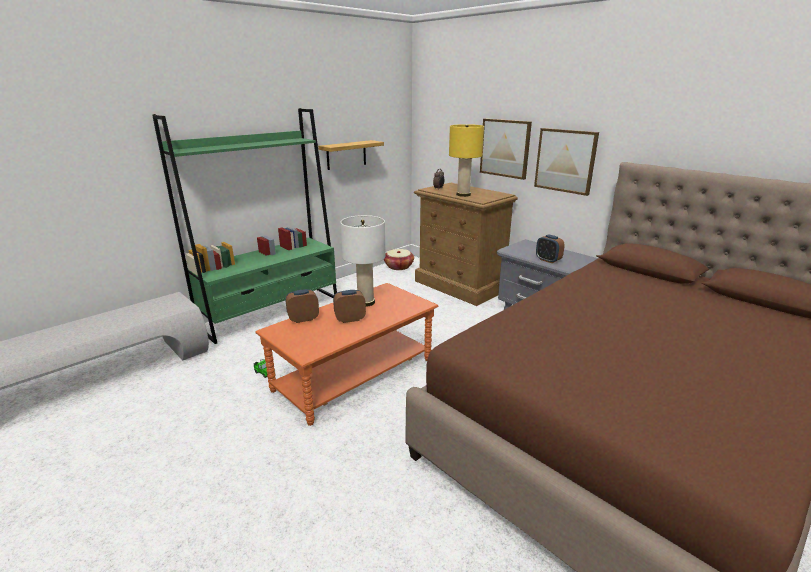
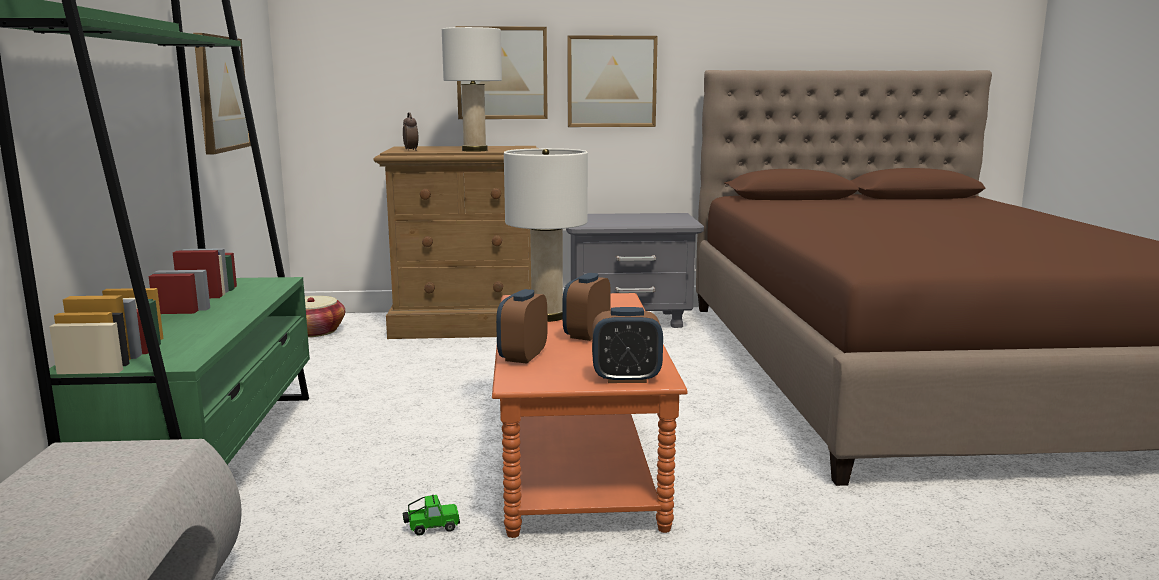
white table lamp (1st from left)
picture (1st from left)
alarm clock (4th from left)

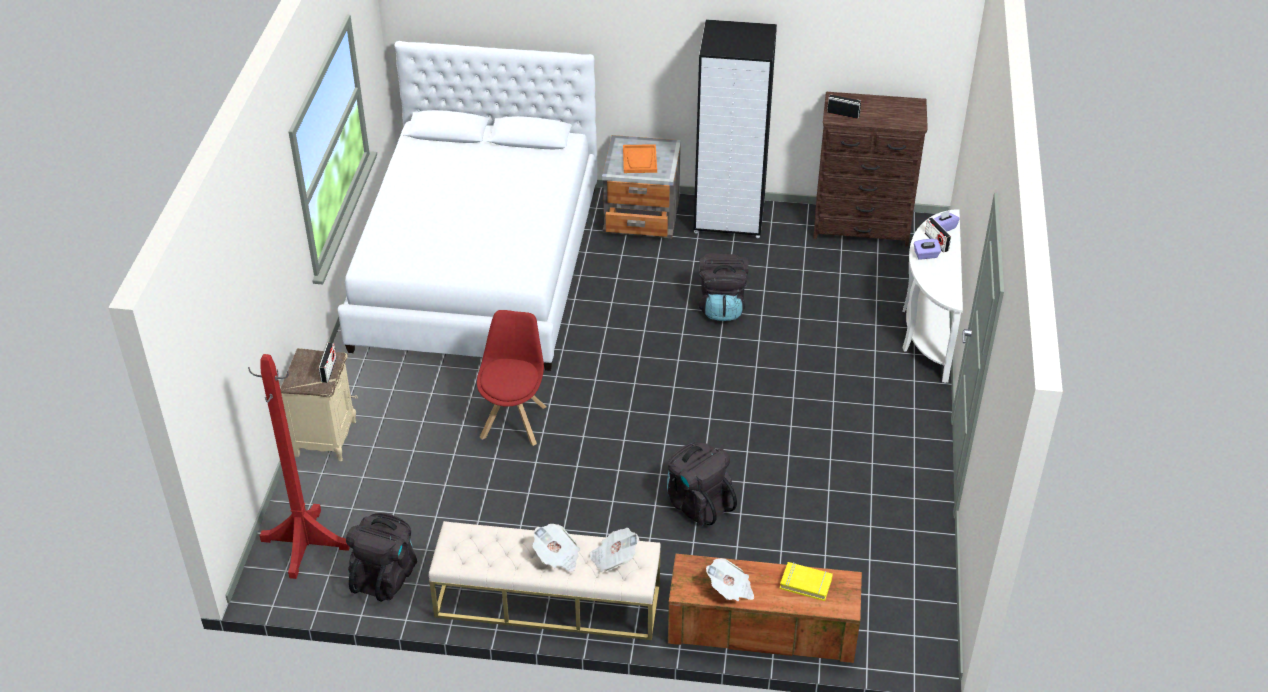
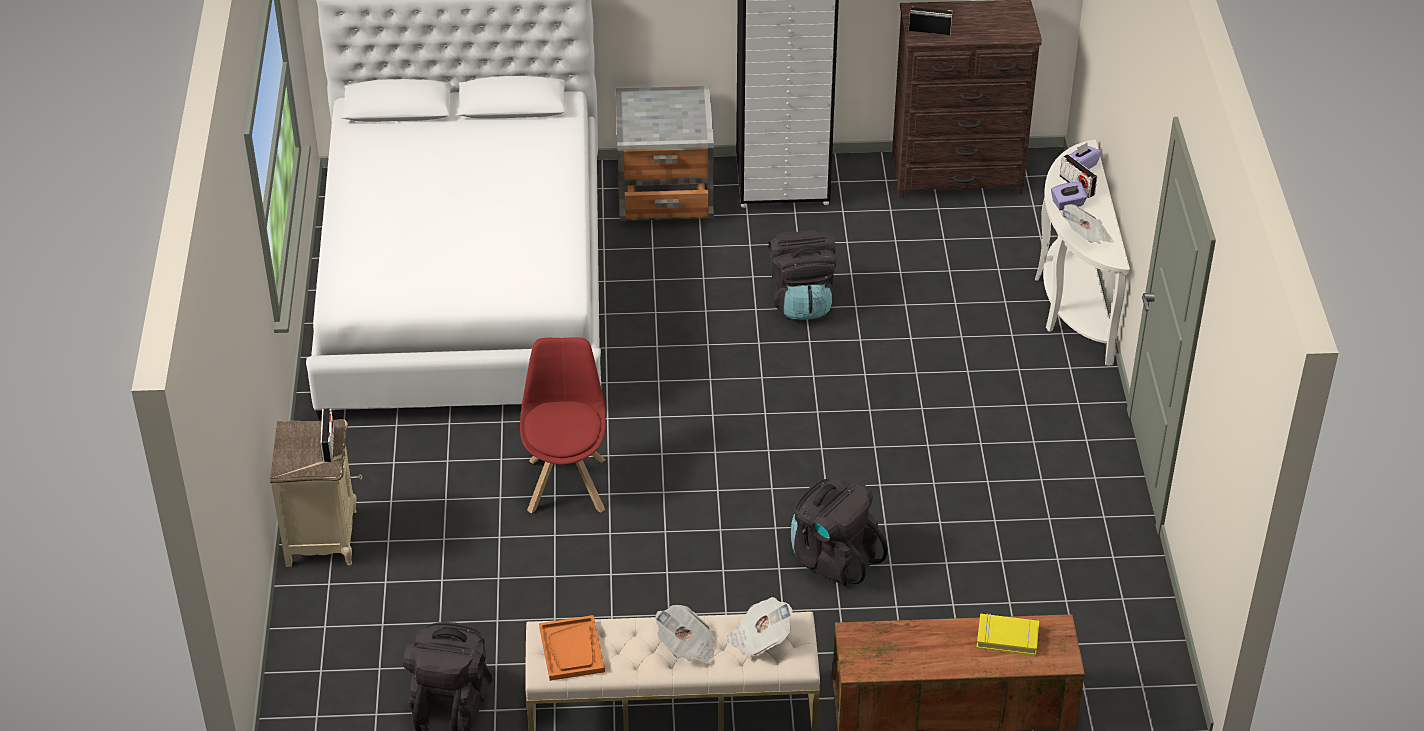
orange tray
red clothes rack
newspaper (3rd from left)

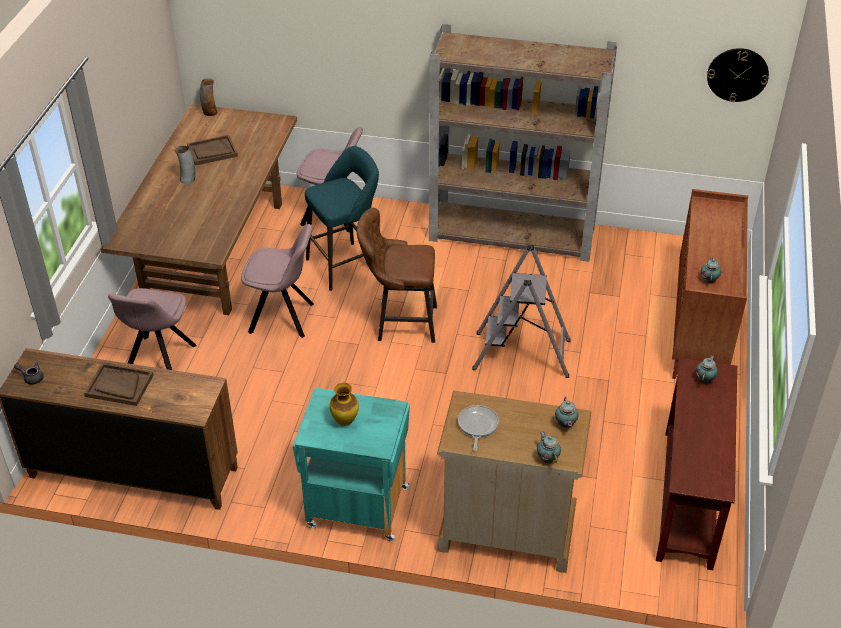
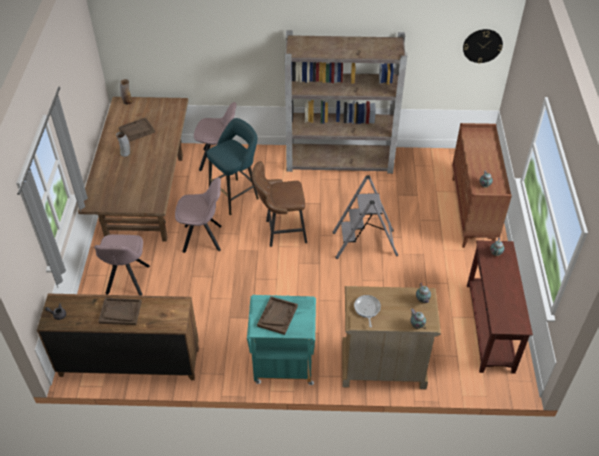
brown tray (3rd from left)

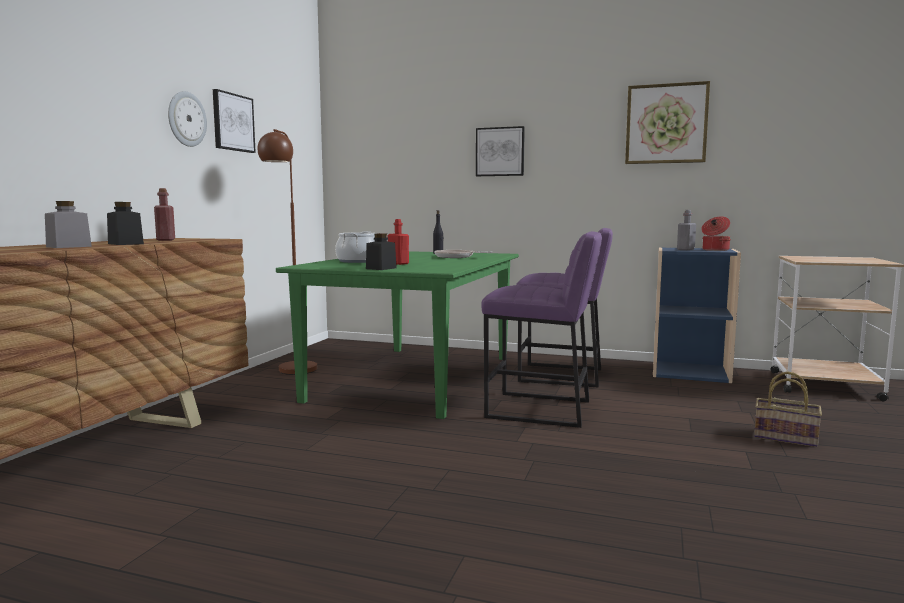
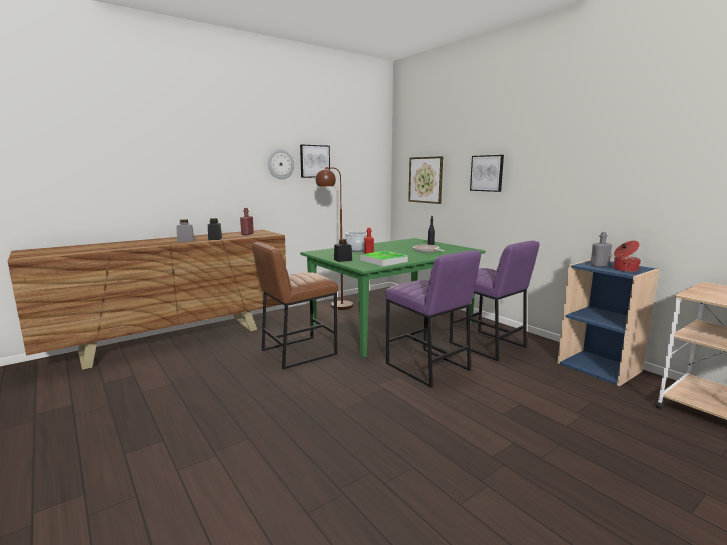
picture (2nd from left)
basket
brown chair
tray

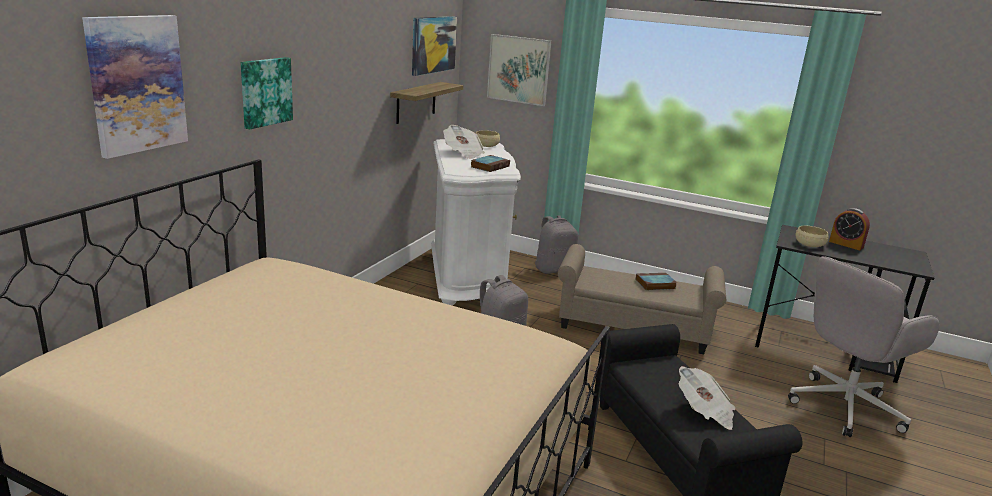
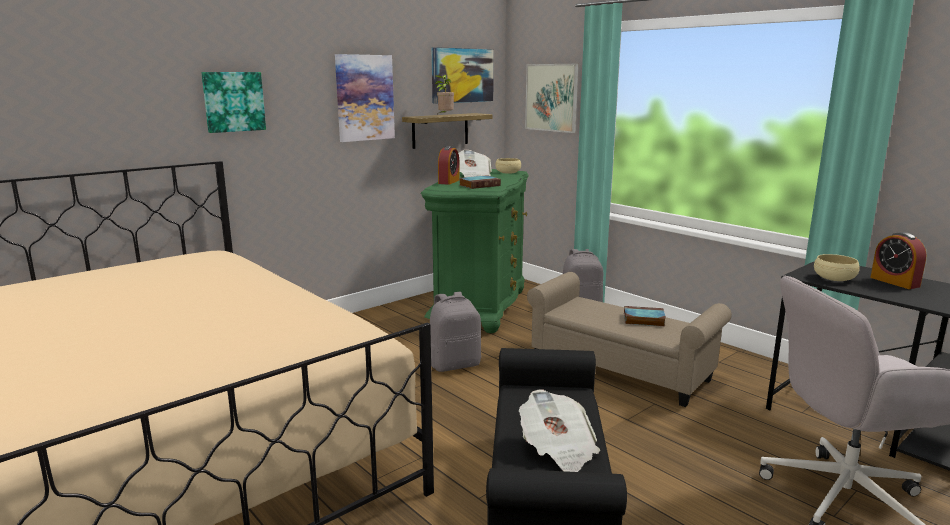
picture (2nd from left)
green dresser
potted plant
alarm clock (1st from left)

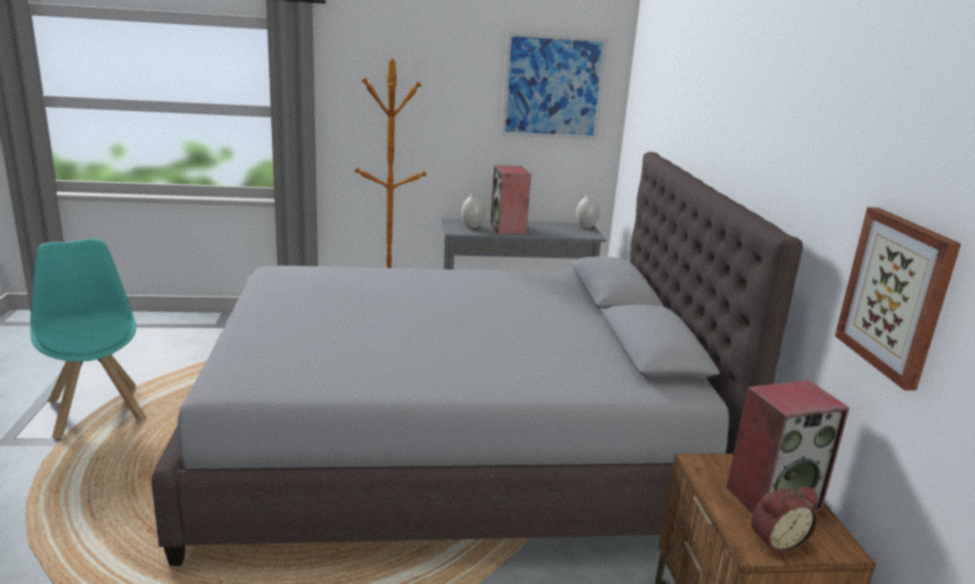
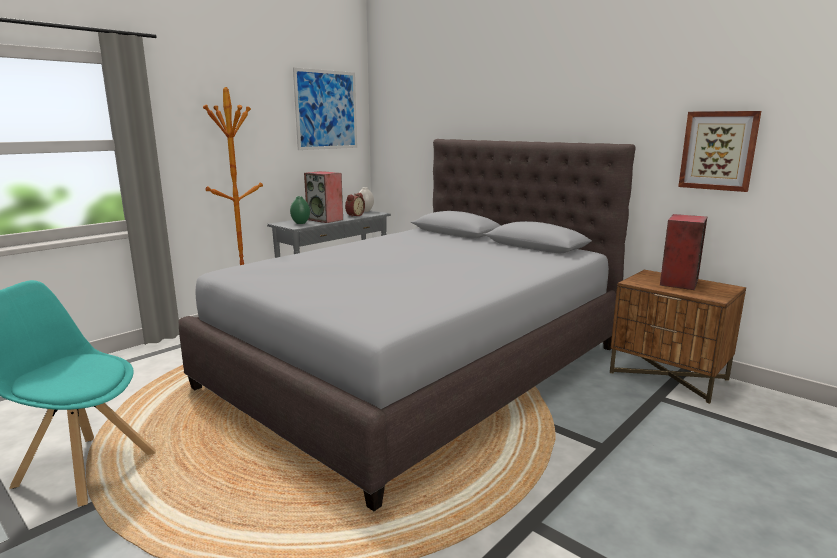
green vase
alarm clock

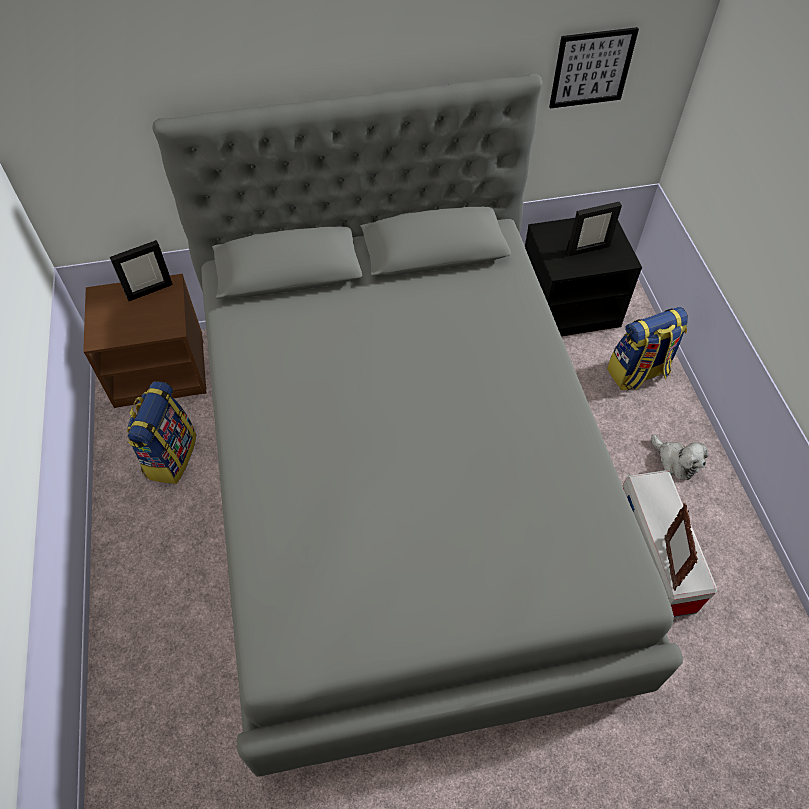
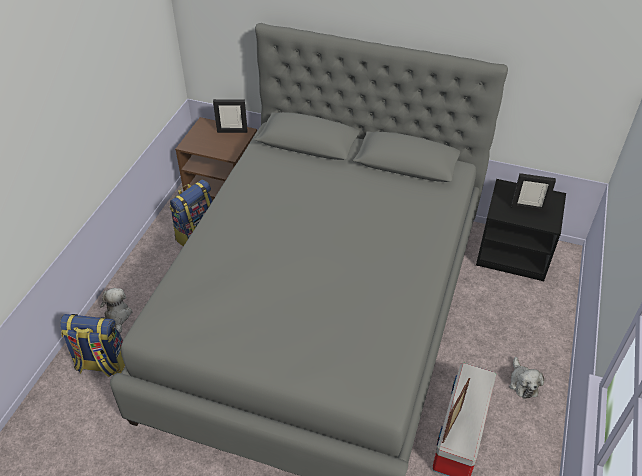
picture
backpack (1st from left)
plush toy (1st from left)

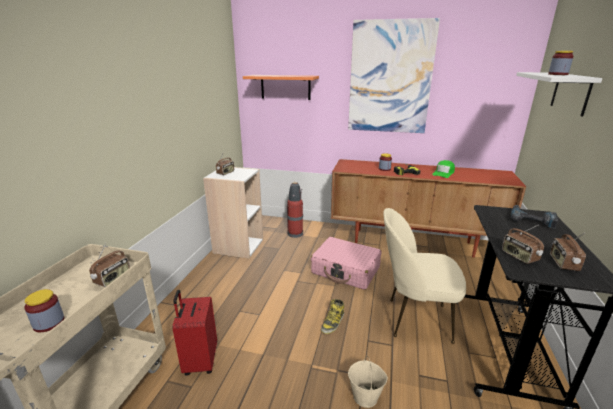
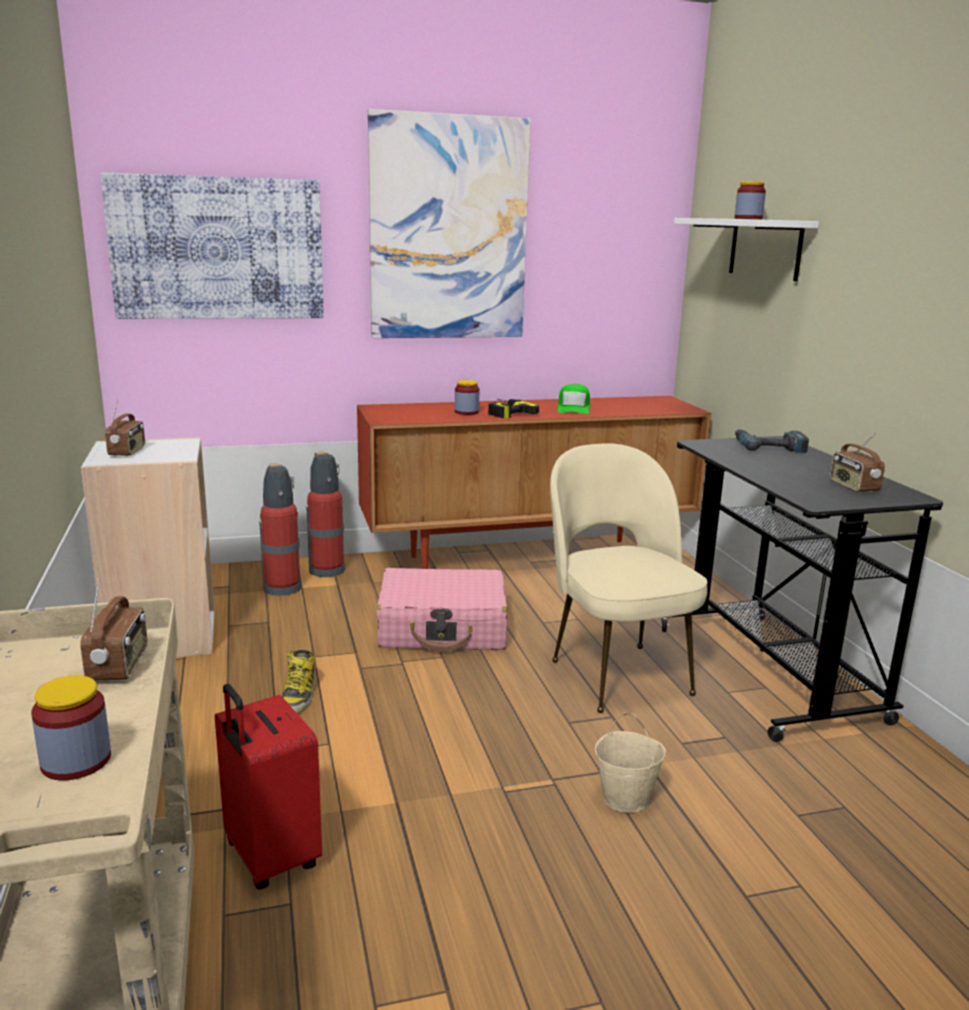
picture (1st from left)
beige chair
radio (3rd from left in the first image)
boot
fire extinguisher (2nd from left)

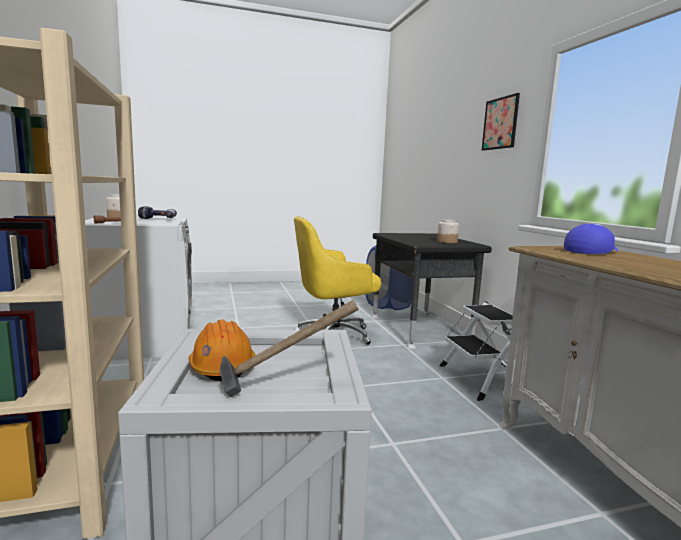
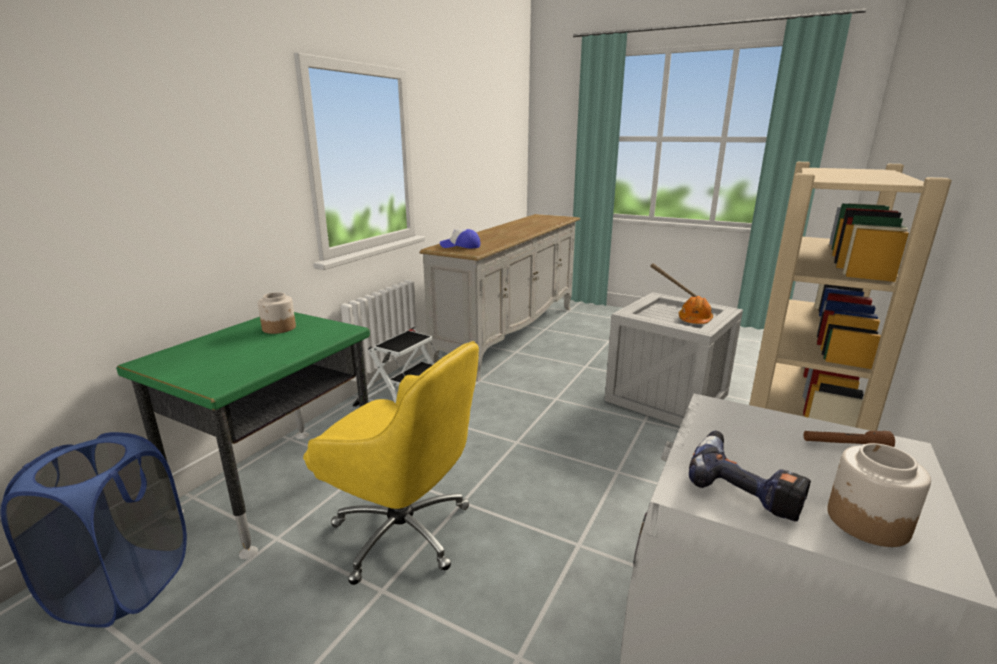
picture
green desk

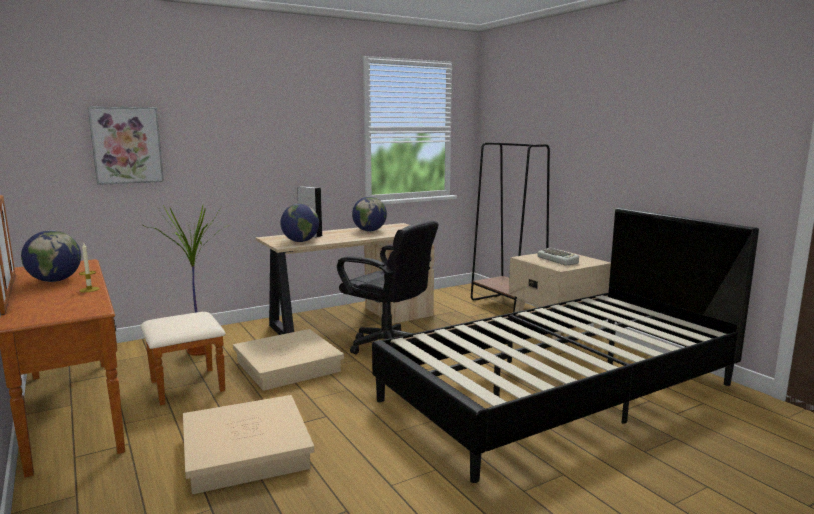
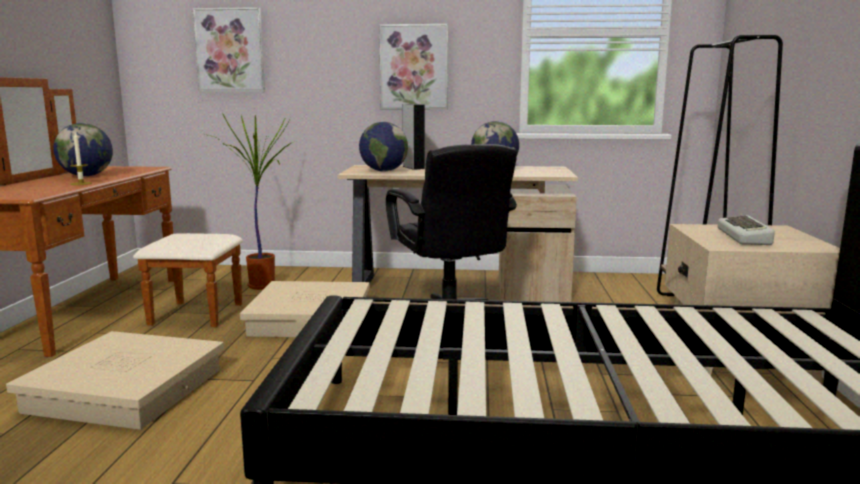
picture (2nd from left)

